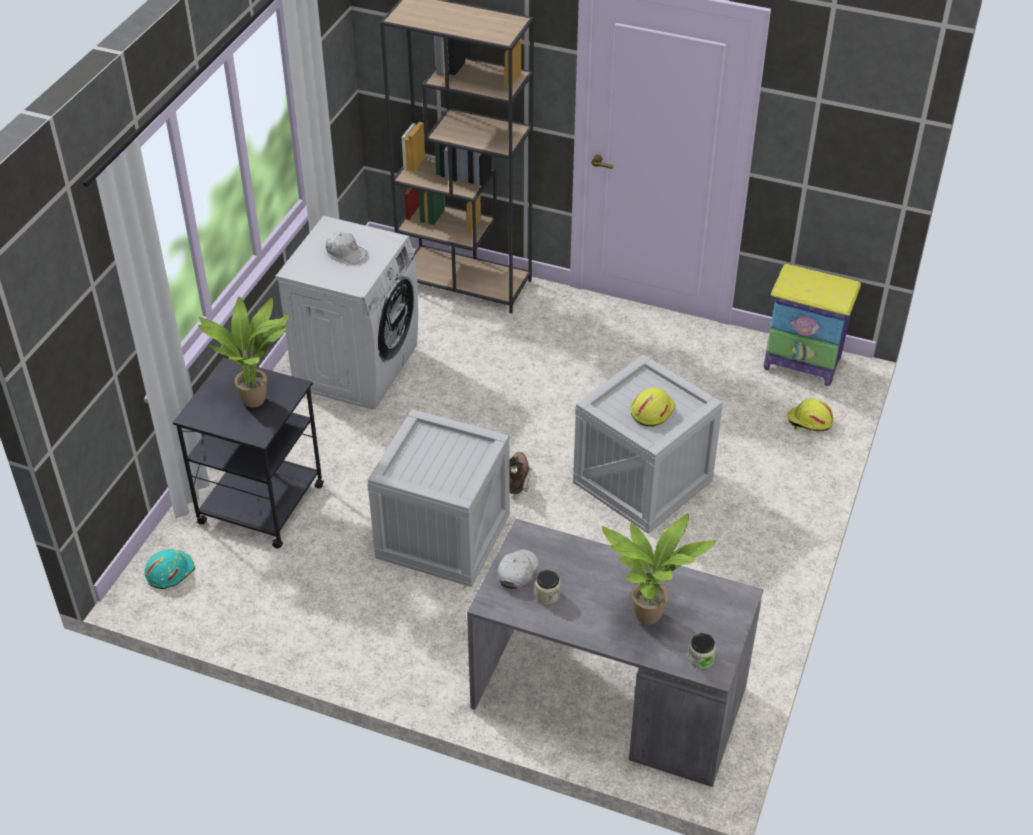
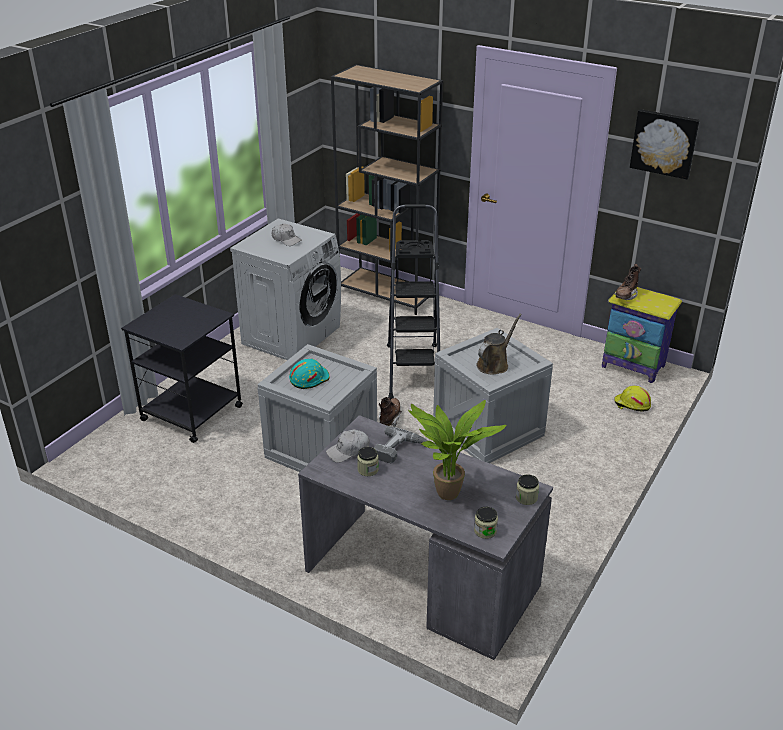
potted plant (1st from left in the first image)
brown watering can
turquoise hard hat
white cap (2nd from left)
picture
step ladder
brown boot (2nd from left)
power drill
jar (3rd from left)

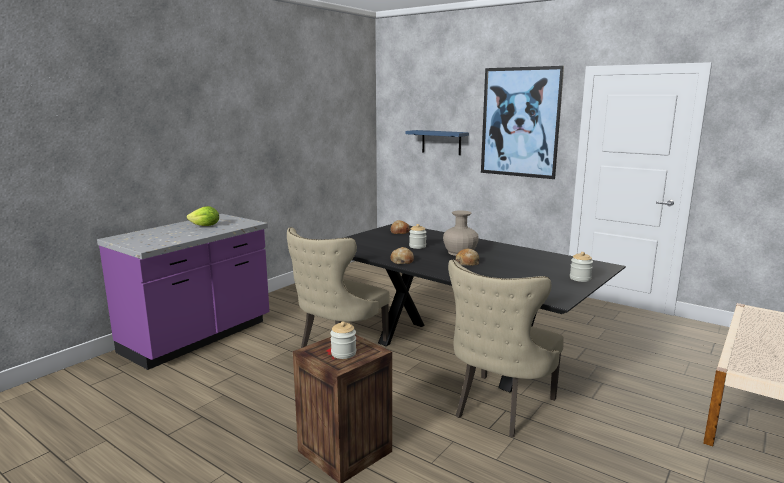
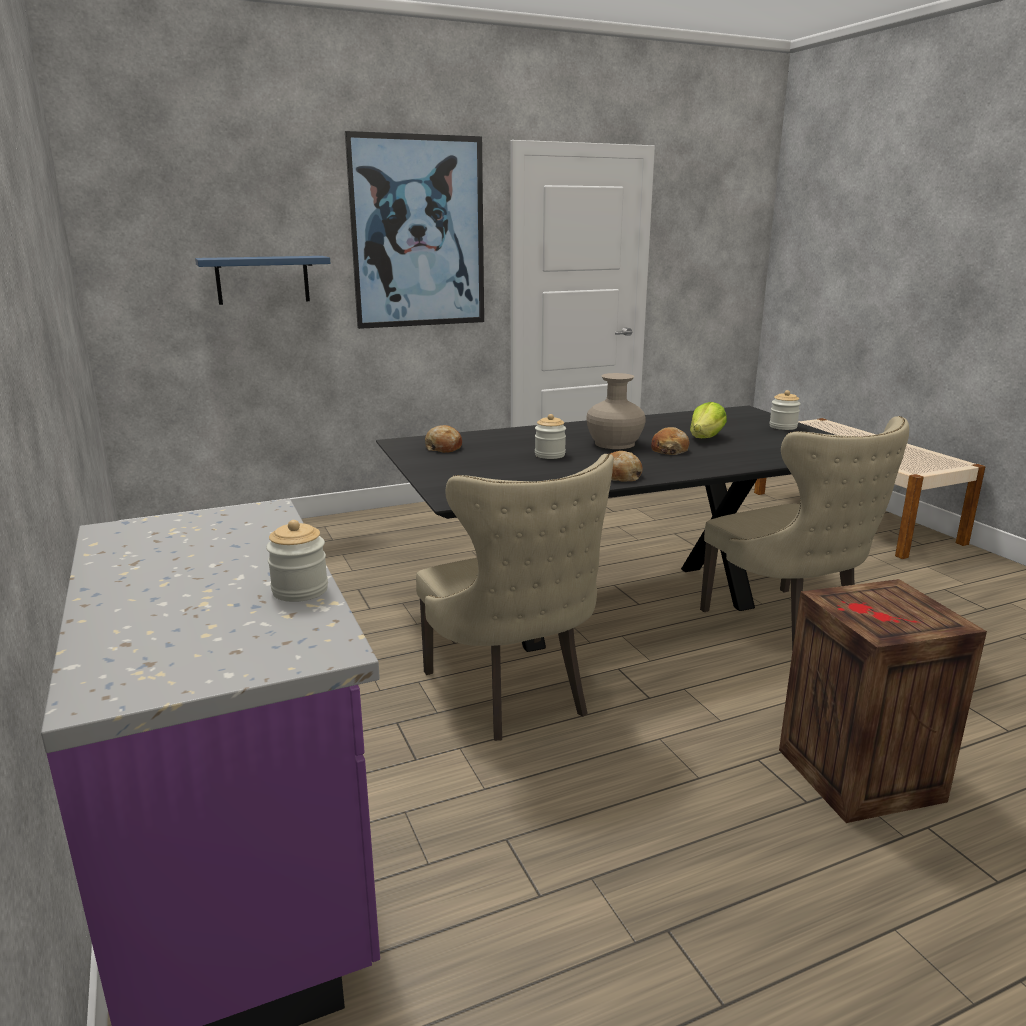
lettuce
jar (1st from left)

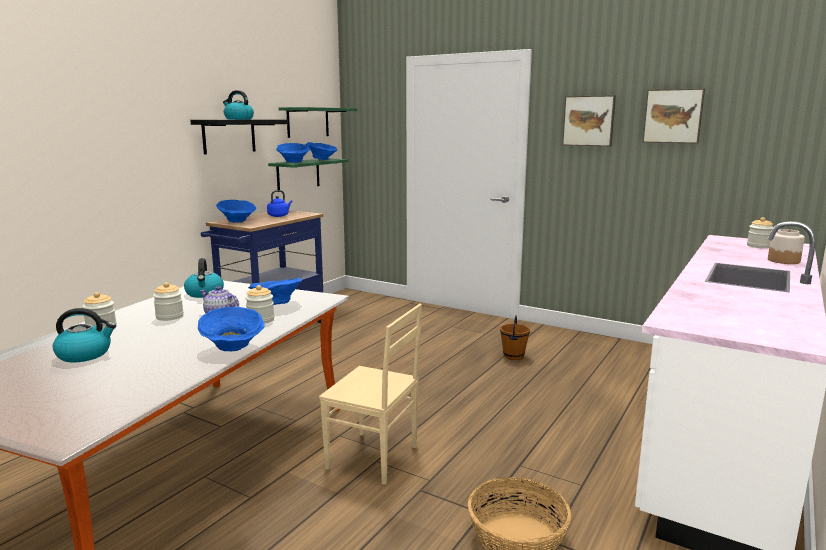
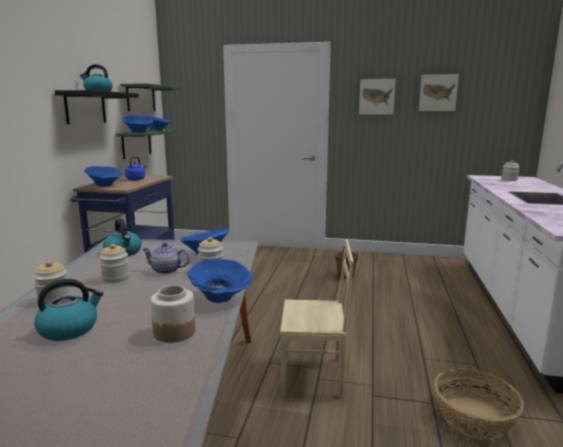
jar (3rd from left)

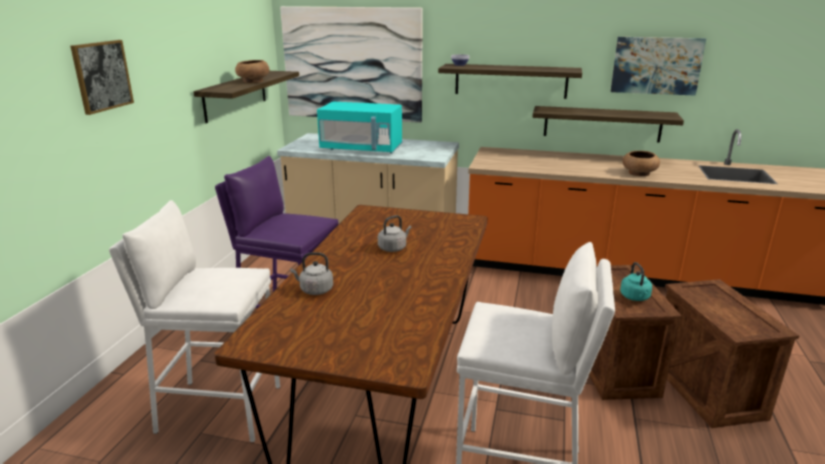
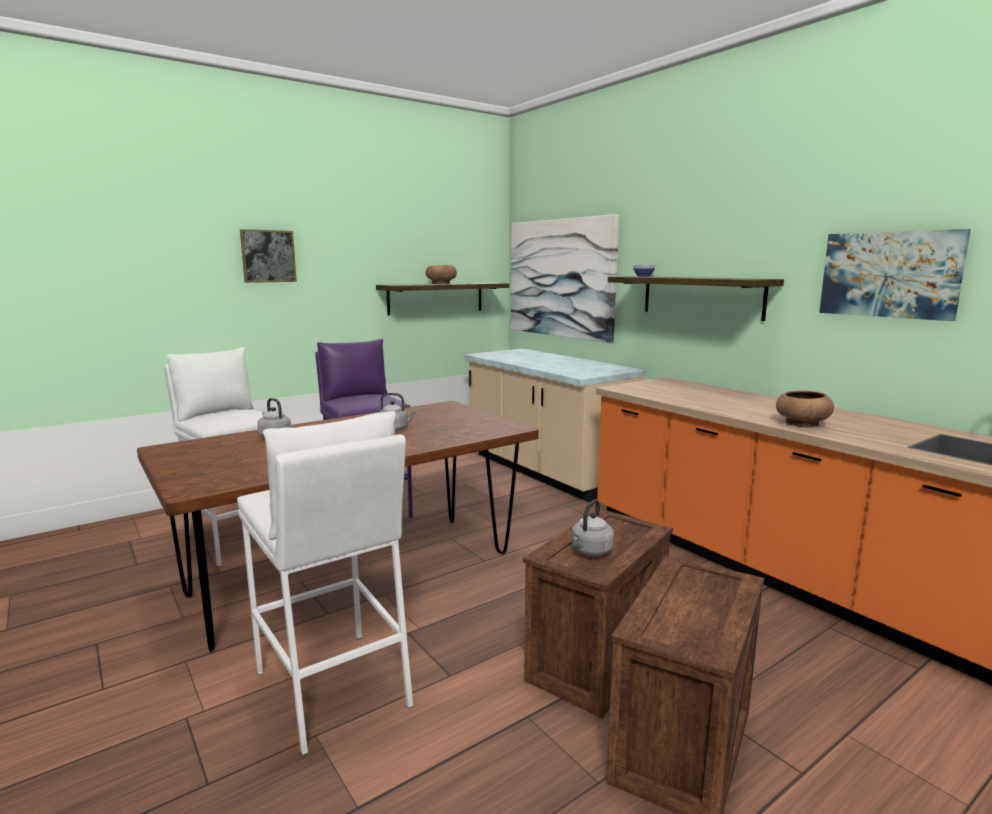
turquoise microwave
shelf (3rd from left in the first image)
grey kettle (3rd from left)

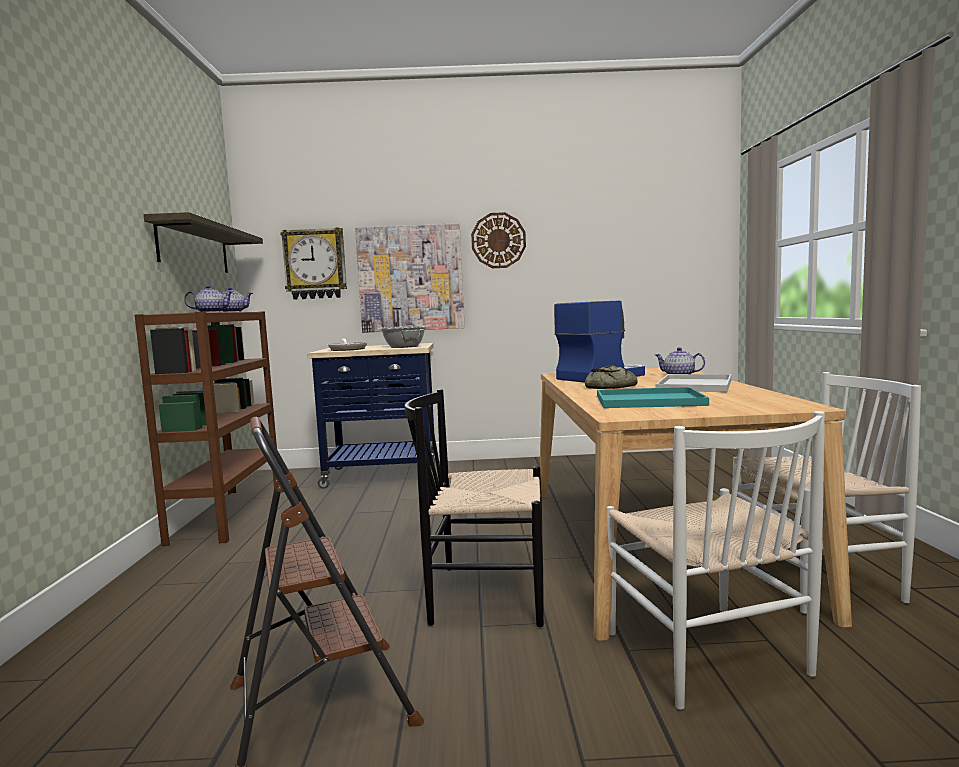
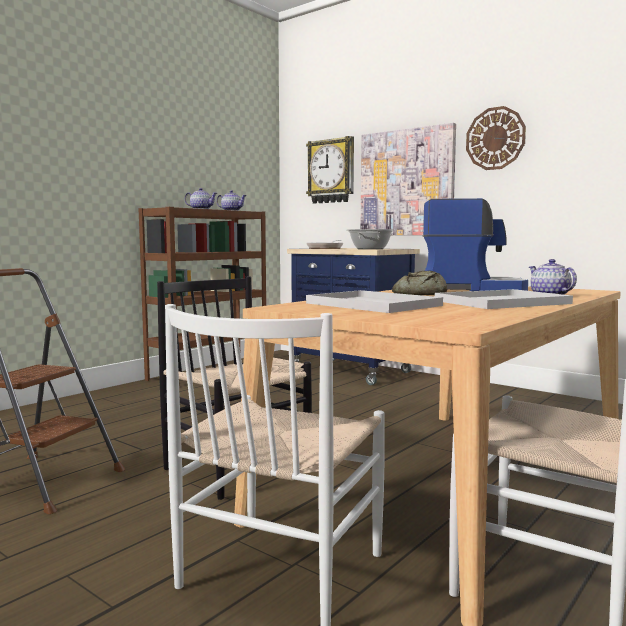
shelf
white tray (1st from left)

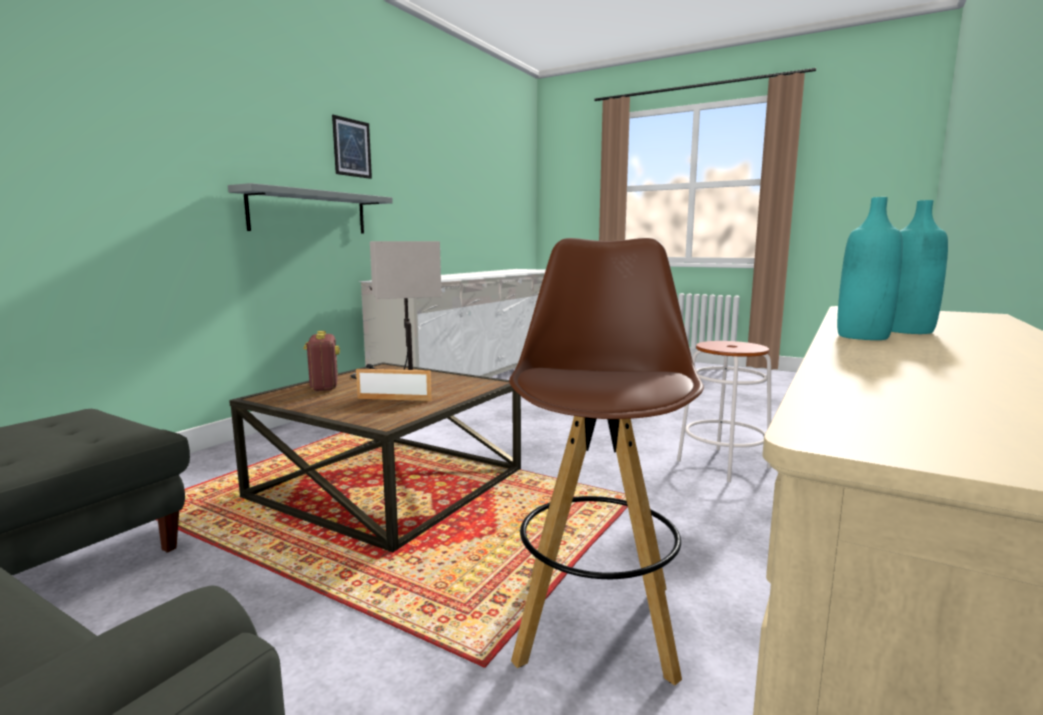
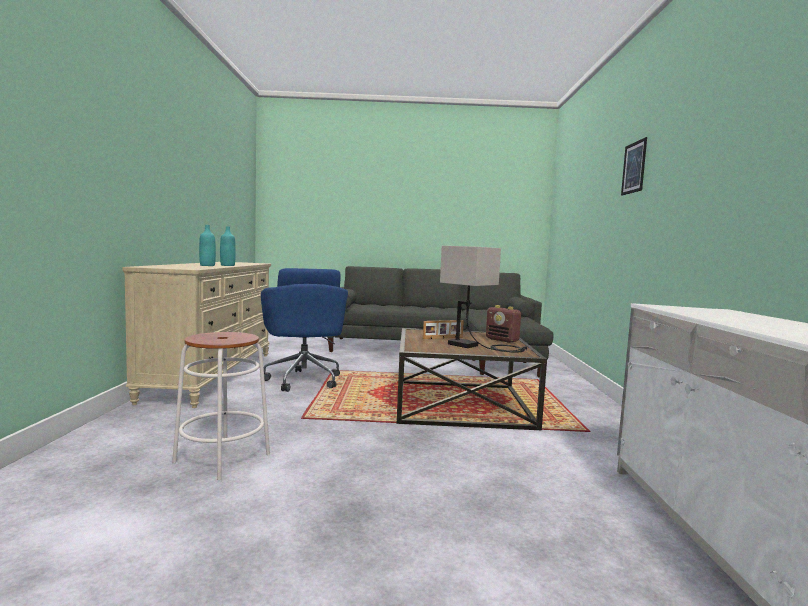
picture
grey shelf
blue office chair

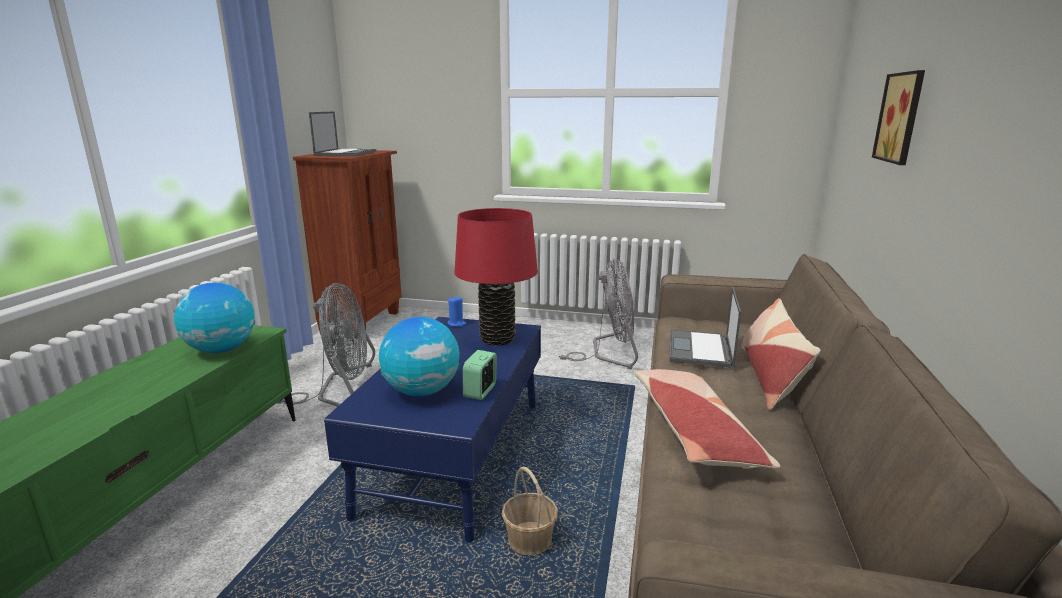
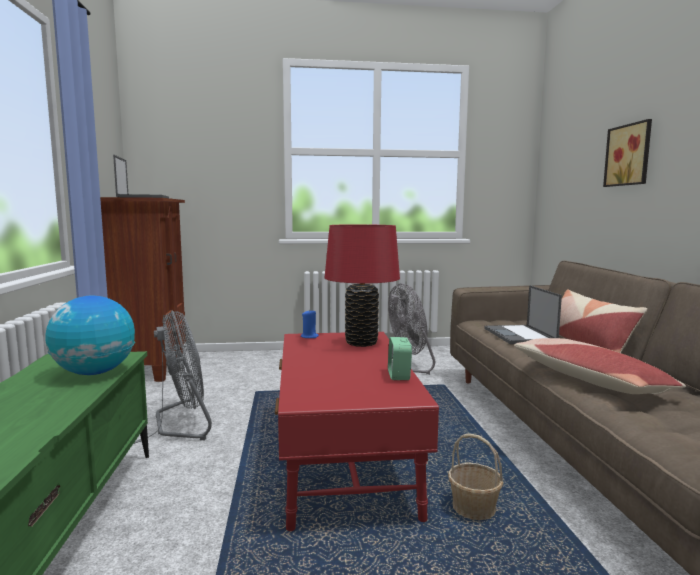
red coffee table
globe (2nd from left in the first image)

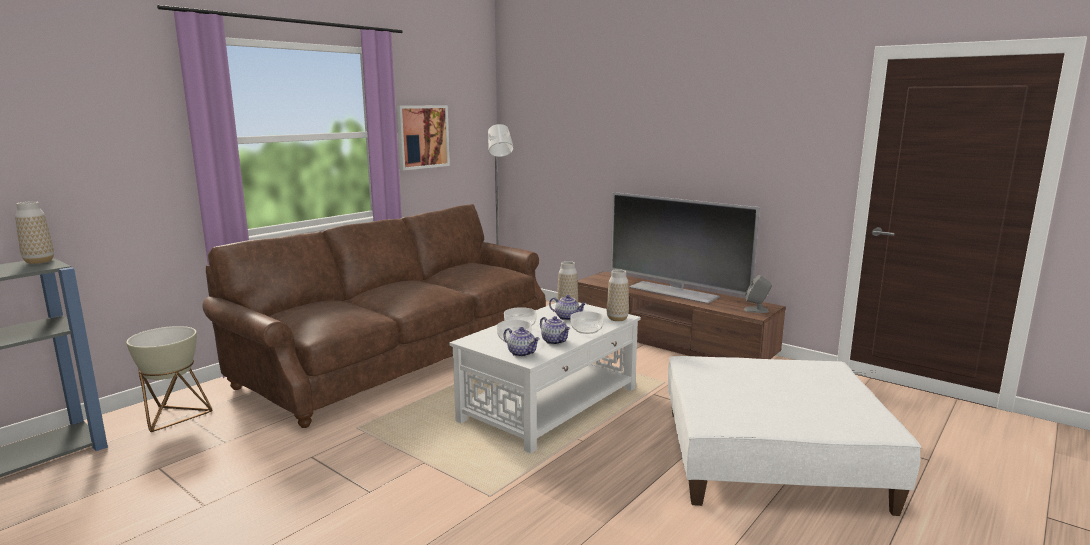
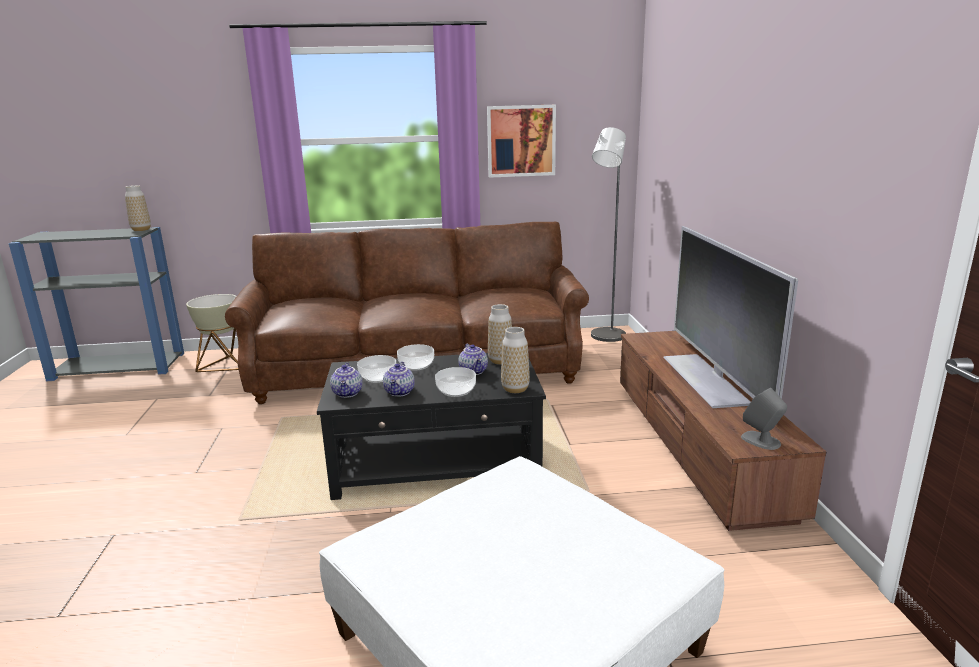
black coffee table

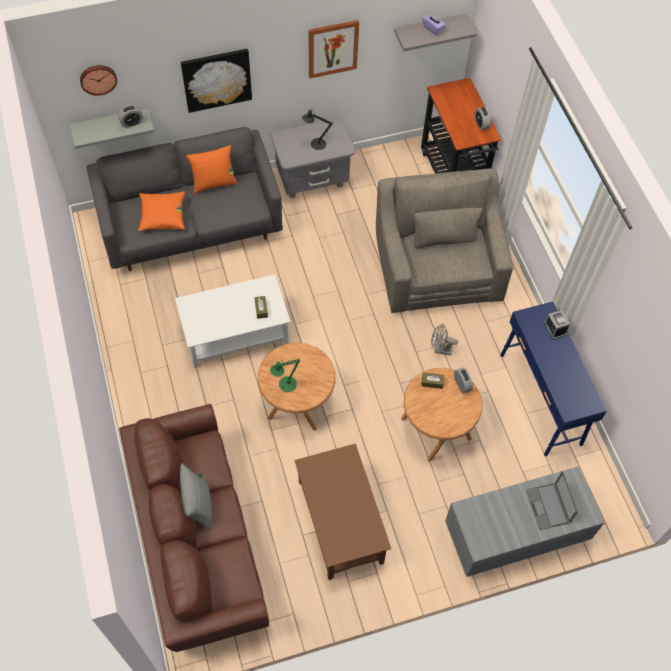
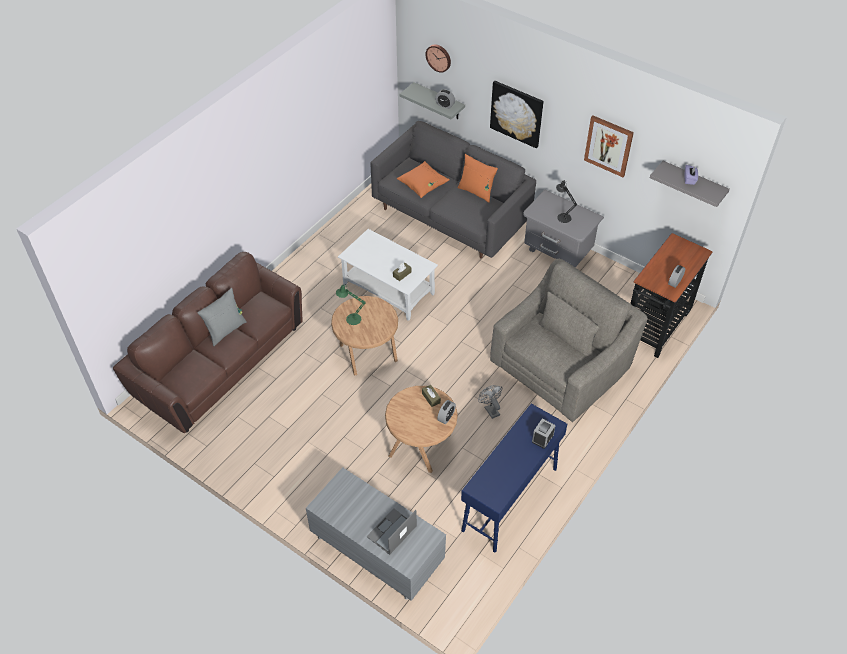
brown coffee table

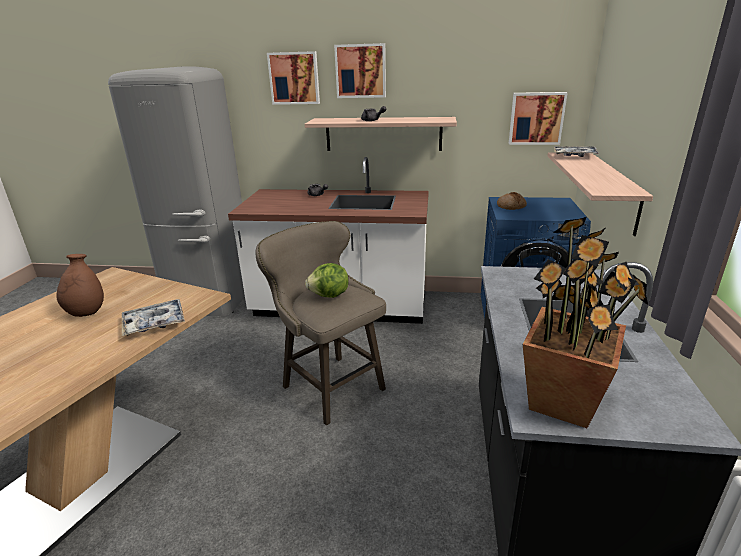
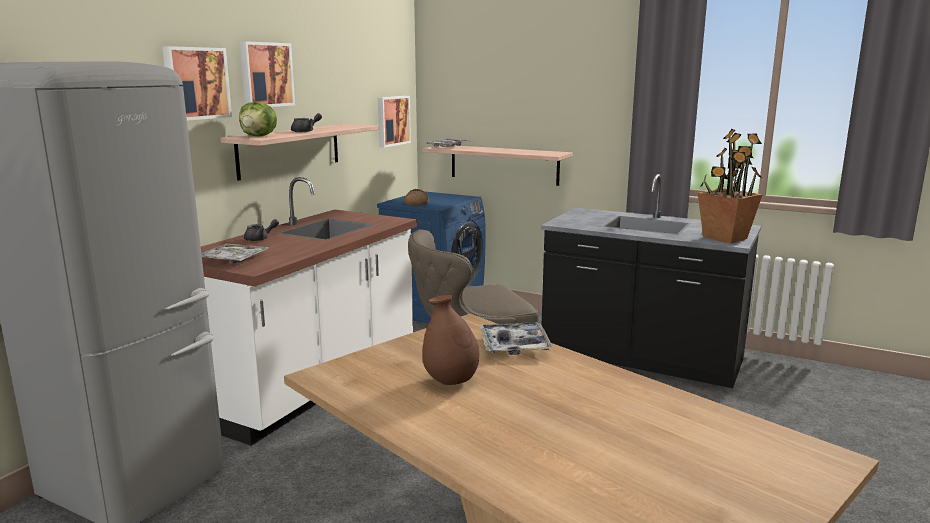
lettuce
tray (1st from left)

